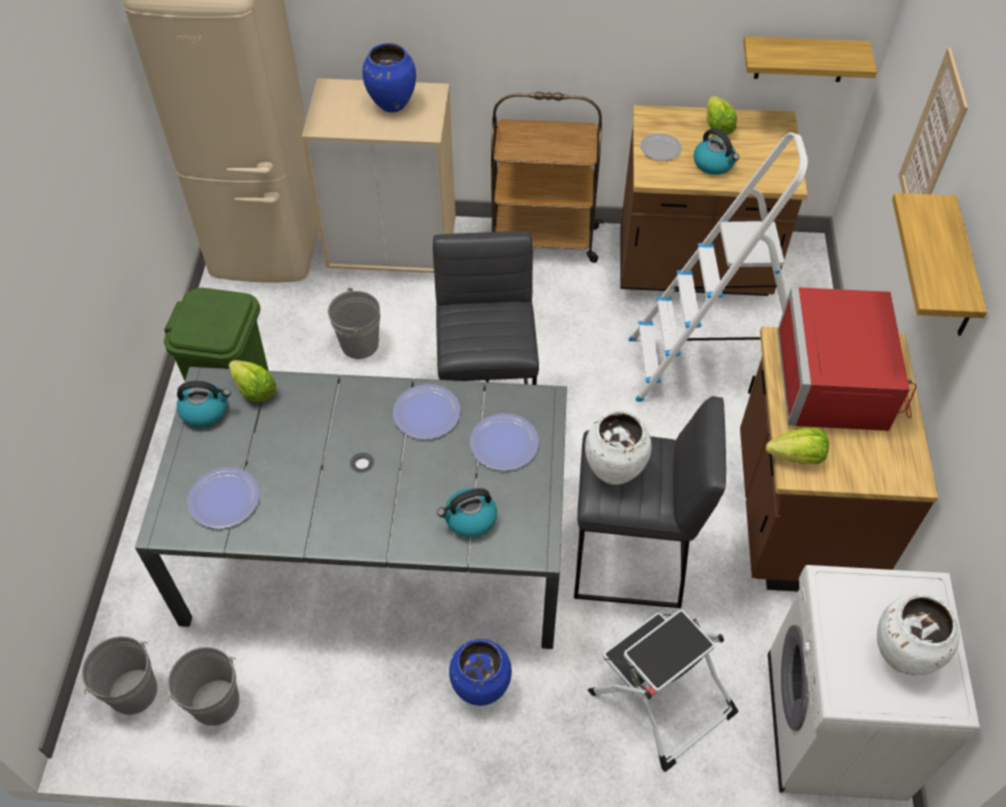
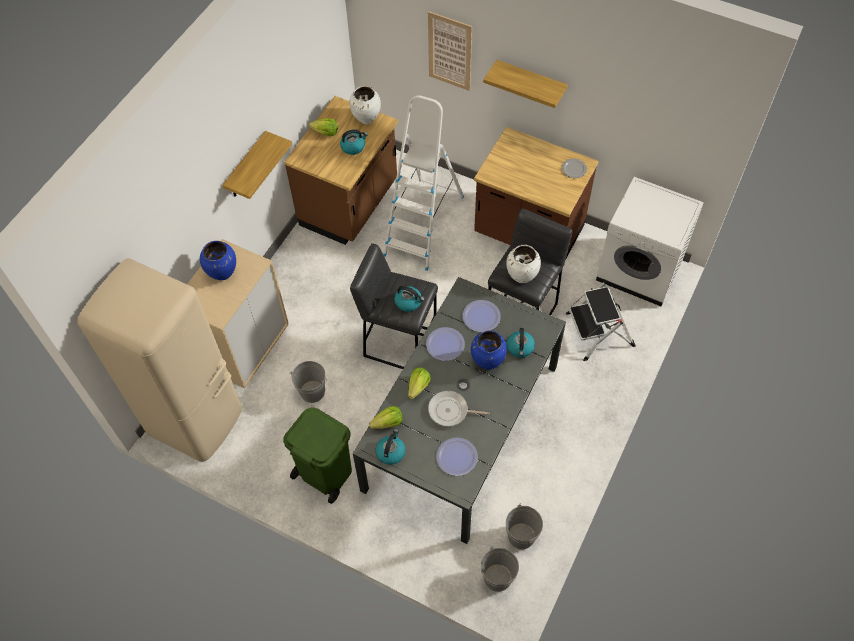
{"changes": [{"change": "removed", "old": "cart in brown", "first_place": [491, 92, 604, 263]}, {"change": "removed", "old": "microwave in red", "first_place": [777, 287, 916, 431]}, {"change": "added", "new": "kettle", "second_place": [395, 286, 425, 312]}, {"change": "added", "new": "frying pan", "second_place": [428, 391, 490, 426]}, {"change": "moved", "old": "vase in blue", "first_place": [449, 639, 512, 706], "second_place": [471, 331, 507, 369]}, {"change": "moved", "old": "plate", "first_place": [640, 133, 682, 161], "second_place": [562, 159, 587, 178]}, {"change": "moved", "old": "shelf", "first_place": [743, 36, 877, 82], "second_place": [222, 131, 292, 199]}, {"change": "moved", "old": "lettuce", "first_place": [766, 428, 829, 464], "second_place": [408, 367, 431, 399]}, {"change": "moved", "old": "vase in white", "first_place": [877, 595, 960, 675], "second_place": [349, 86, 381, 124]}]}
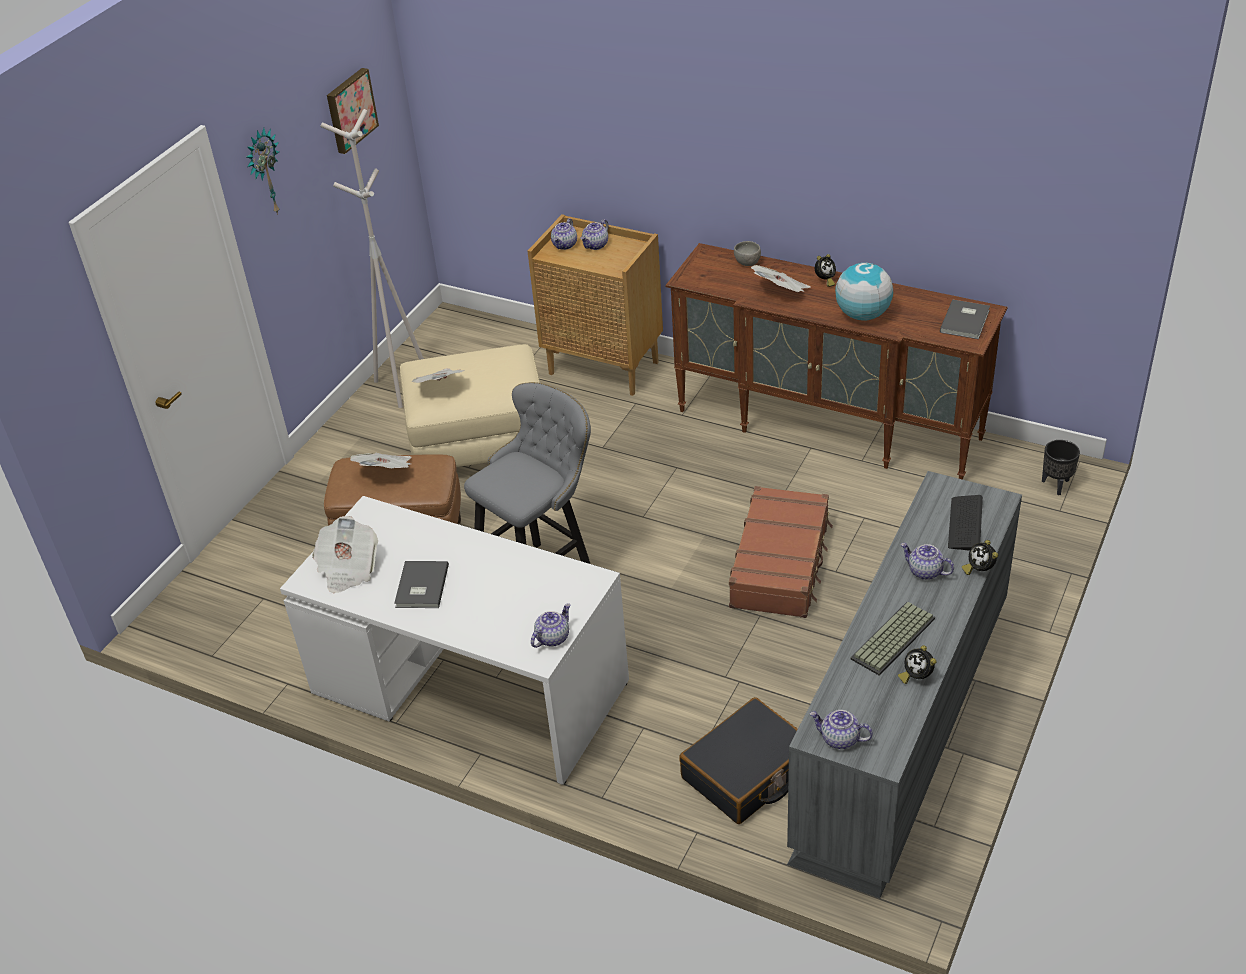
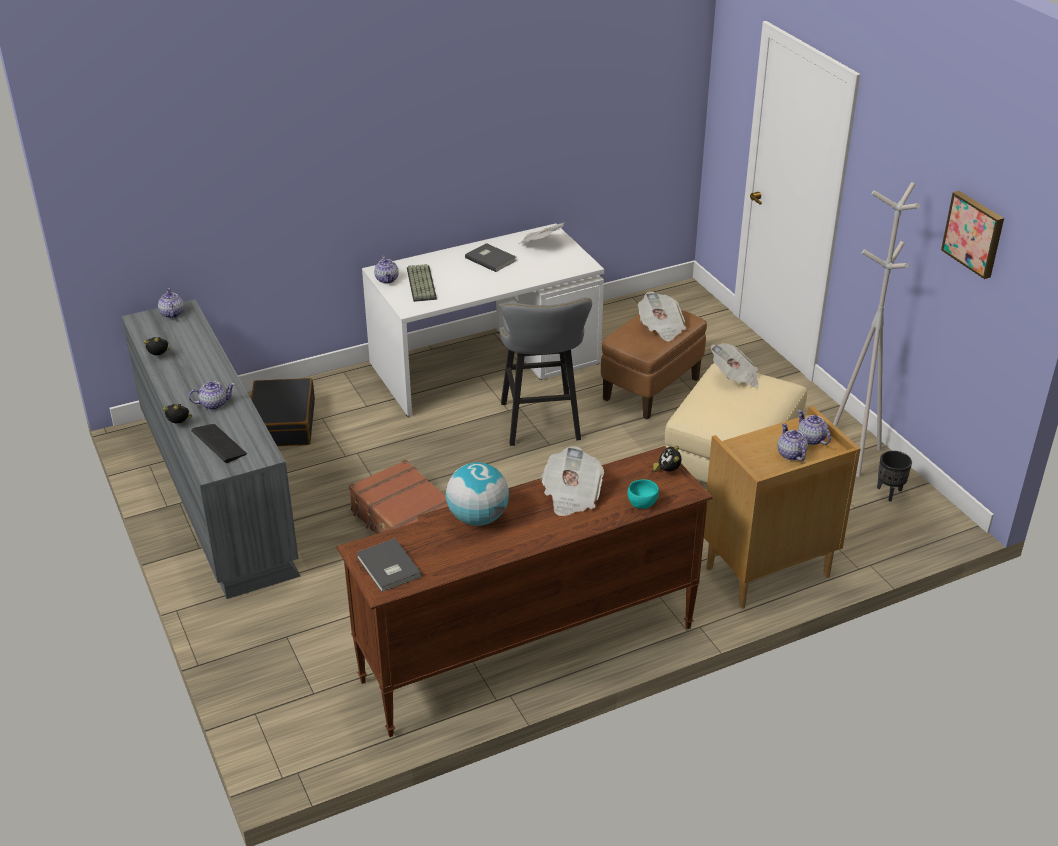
{"changes": [{"change": "removed", "old": "wall clock", "first_place": [246, 128, 279, 215]}, {"change": "moved", "old": "alarm clock", "first_place": [815, 254, 836, 287], "second_place": [653, 446, 682, 472]}, {"change": "moved", "old": "keyboard", "first_place": [850, 602, 935, 676], "second_place": [407, 264, 437, 302]}, {"change": "moved", "old": "planter in black", "first_place": [1042, 440, 1080, 495], "second_place": [877, 451, 912, 502]}, {"change": "recoloured", "old": "bowl in grey", "new": "bowl in turquoise", "first_place": [734, 241, 761, 266], "second_place": [627, 479, 659, 509]}, {"change": "turned", "old": "teapot", "first_place": [810, 710, 873, 749], "second_place": [158, 288, 184, 318], "degrees": -75}]}
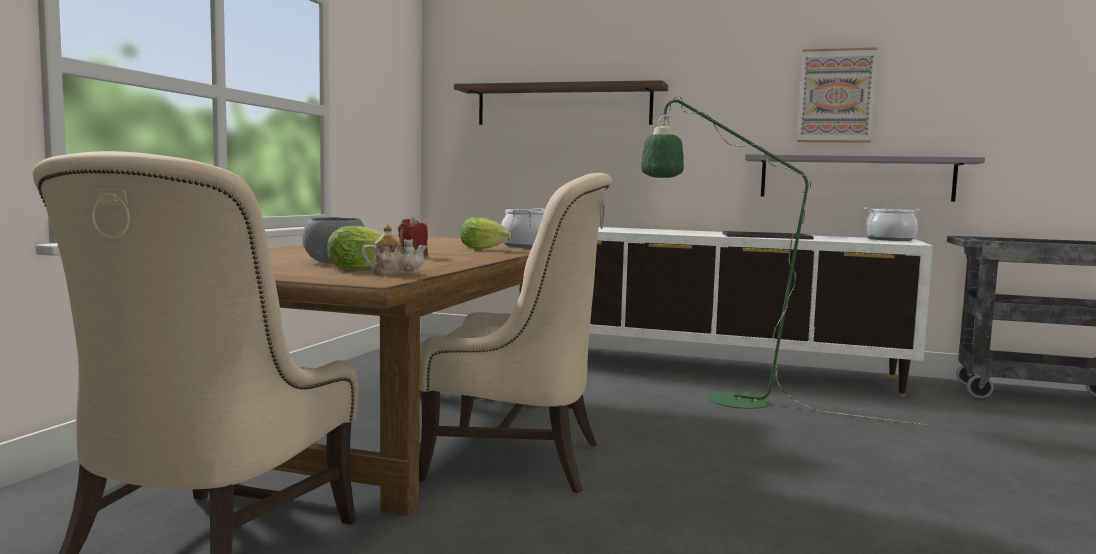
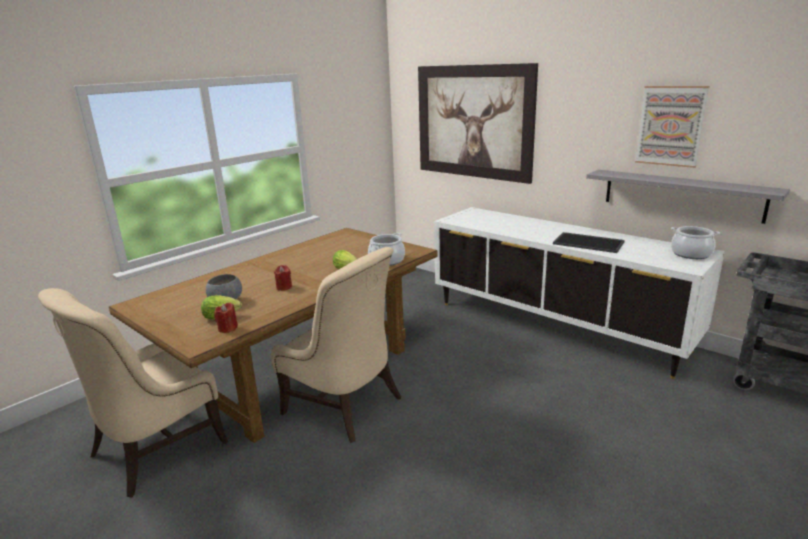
{"changes": [{"change": "removed", "old": "floor lamp in green", "first_place": [641, 96, 928, 426]}, {"change": "replaced", "old": "teapot", "new": "candle in red", "first_place": [362, 224, 427, 275], "second_place": [214, 303, 238, 333]}, {"change": "replaced", "old": "shelf", "new": "picture", "first_place": [454, 80, 668, 125], "second_place": [418, 63, 538, 184]}]}
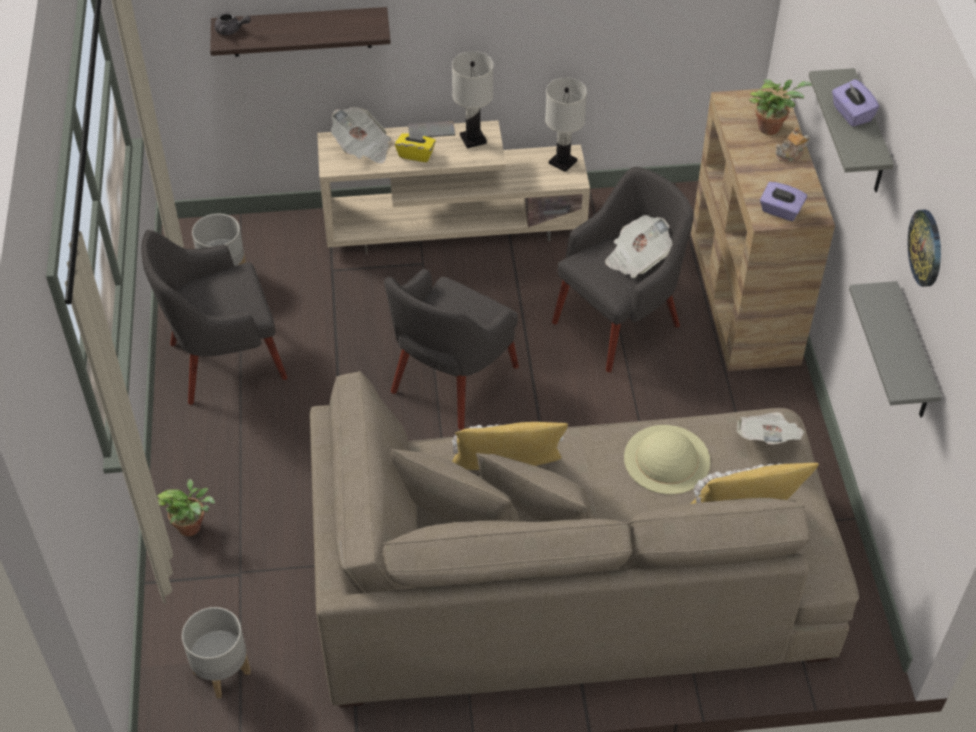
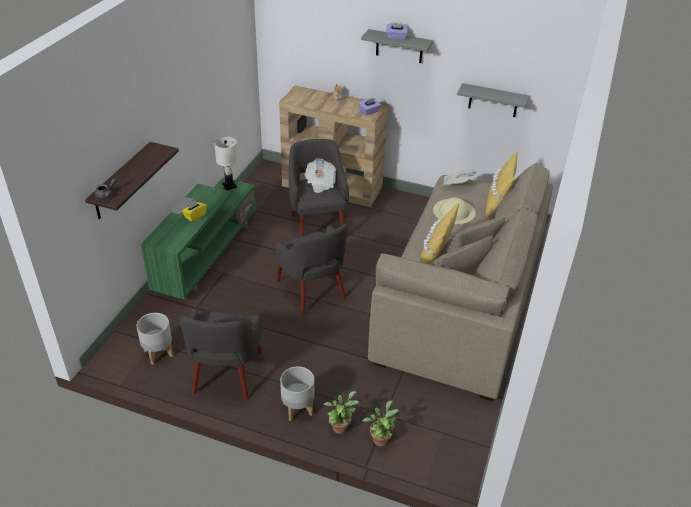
{"changes": [{"change": "removed", "old": "newspaper", "first_place": [331, 107, 391, 164]}, {"change": "removed", "old": "table lamp in white", "first_place": [452, 51, 493, 148]}, {"change": "removed", "old": "wall clock", "first_place": [908, 210, 941, 287]}, {"change": "moved", "old": "planter in grey", "first_place": [182, 607, 251, 698], "second_place": [280, 366, 314, 421]}, {"change": "moved", "old": "potted plant", "first_place": [749, 79, 812, 135], "second_place": [363, 400, 399, 446]}, {"change": "recoloured", "old": "tv stand in beige", "new": "tv stand in green", "first_place": [317, 120, 590, 255], "second_place": [141, 177, 256, 300]}]}
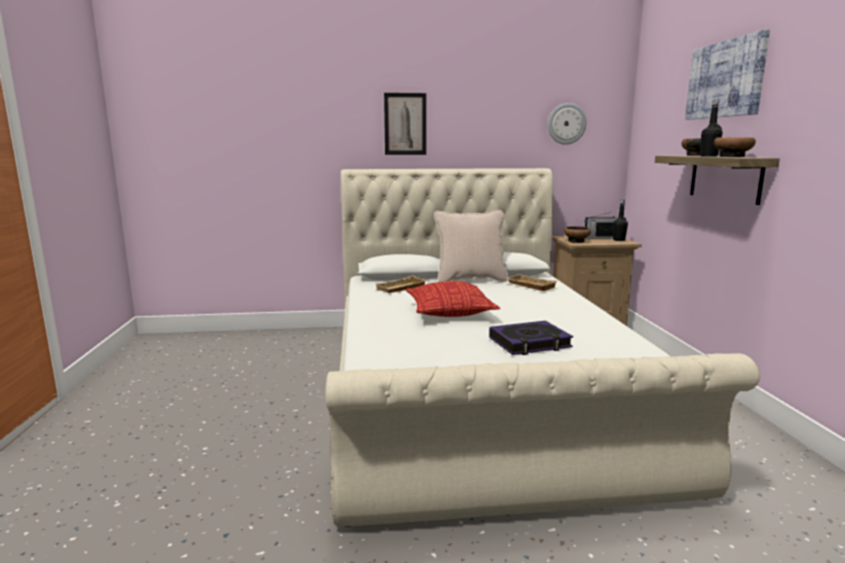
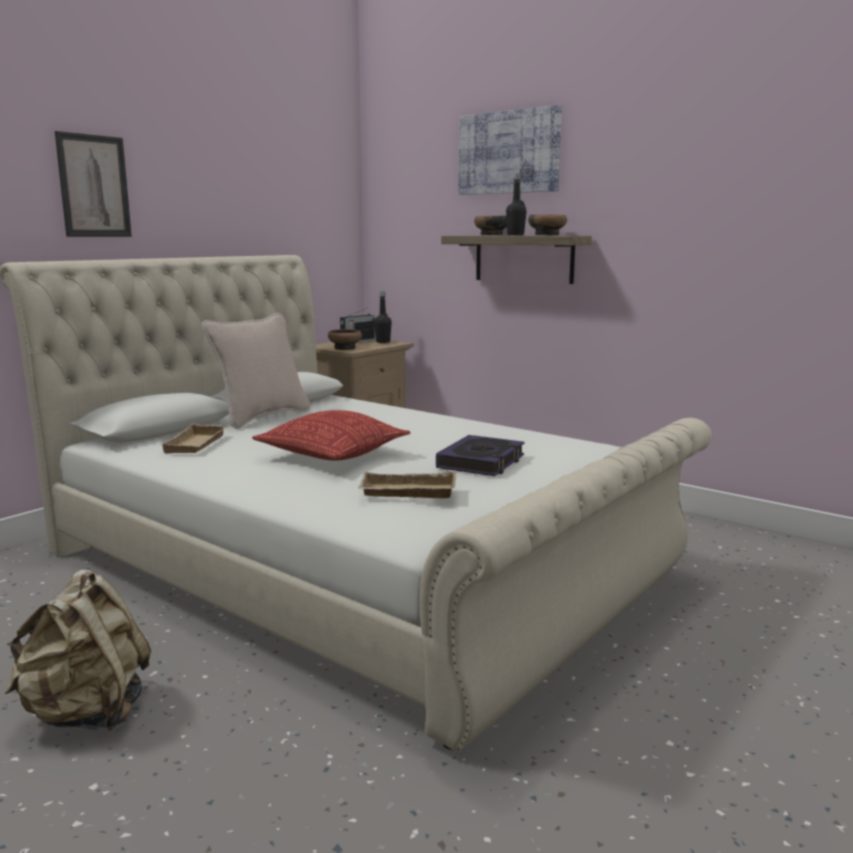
{"changes": [{"change": "removed", "old": "wall clock", "first_place": [548, 103, 586, 145]}, {"change": "added", "new": "backpack in beige", "second_place": [5, 570, 151, 731]}, {"change": "moved", "old": "tray in beige", "first_place": [505, 274, 557, 291], "second_place": [358, 471, 456, 498]}]}
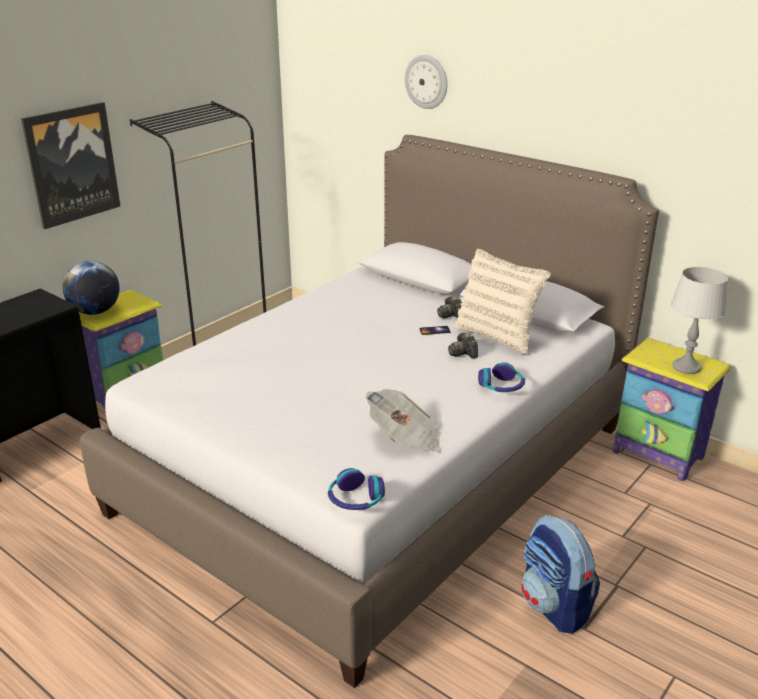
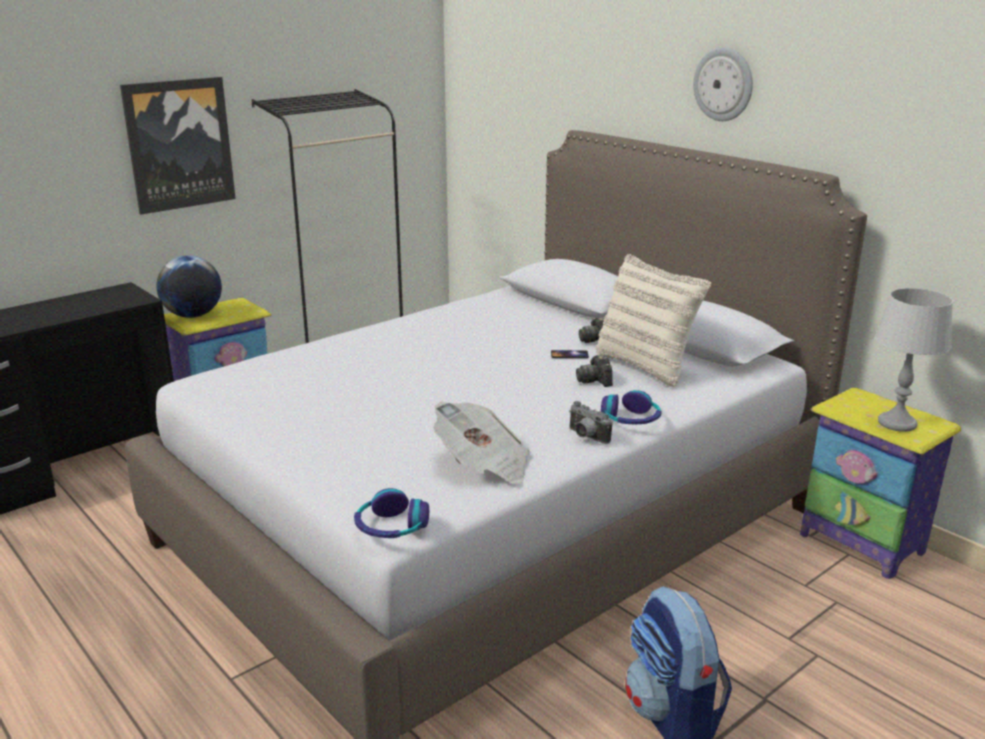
{"changes": [{"change": "added", "new": "photo camera", "second_place": [569, 401, 613, 444]}, {"change": "moved", "old": "wall clock", "first_place": [405, 55, 447, 109], "second_place": [693, 47, 753, 121]}]}
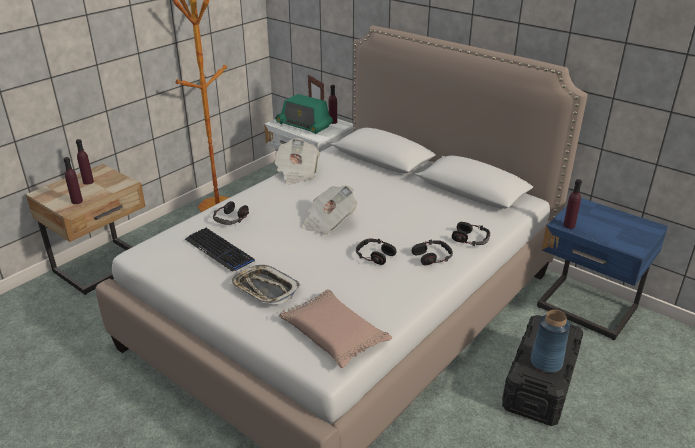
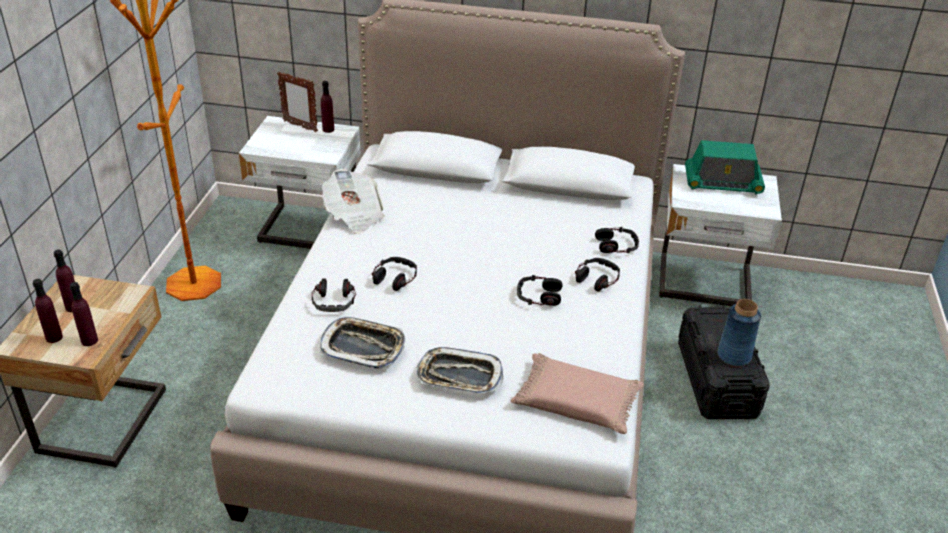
{"changes": [{"change": "removed", "old": "newspaper", "first_place": [301, 186, 357, 234]}, {"change": "added", "new": "headphones", "second_place": [372, 257, 417, 291]}, {"change": "moved", "old": "radio", "first_place": [275, 94, 333, 134], "second_place": [685, 140, 765, 194]}, {"change": "moved", "old": "bottle in purple", "first_place": [563, 179, 582, 229], "second_place": [33, 279, 63, 343]}, {"change": "replaced", "old": "keyboard", "new": "tray", "first_place": [185, 228, 255, 272], "second_place": [320, 317, 406, 369]}, {"change": "recoloured", "old": "nightstand in blue", "new": "nightstand in white", "first_place": [537, 198, 668, 340], "second_place": [659, 164, 782, 306]}]}
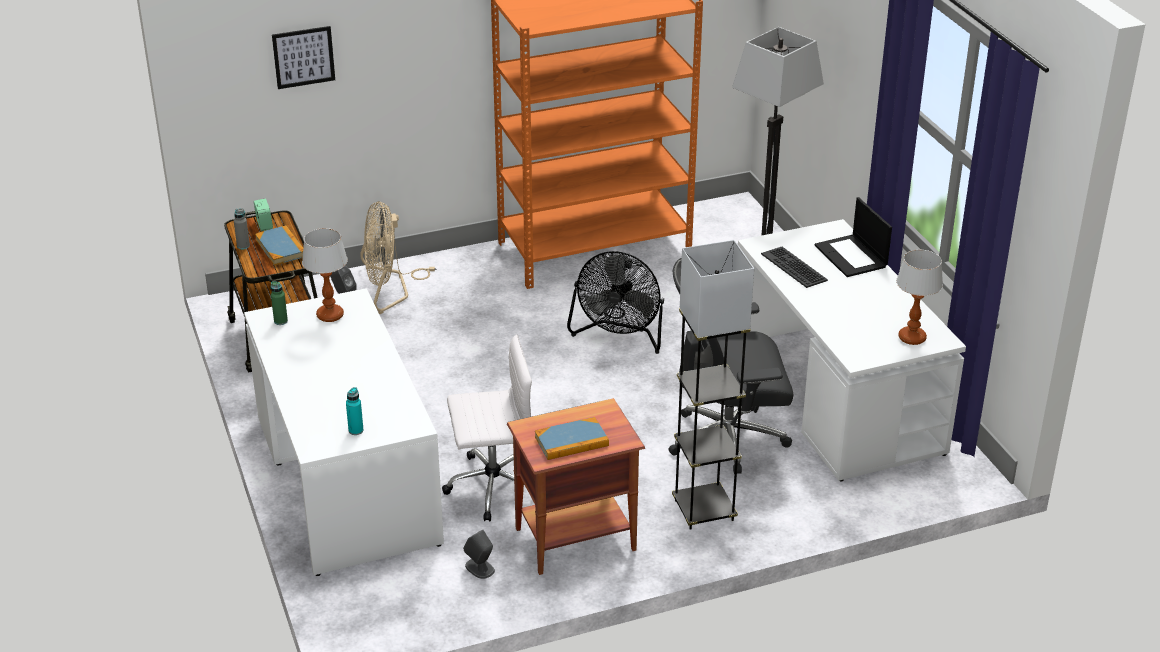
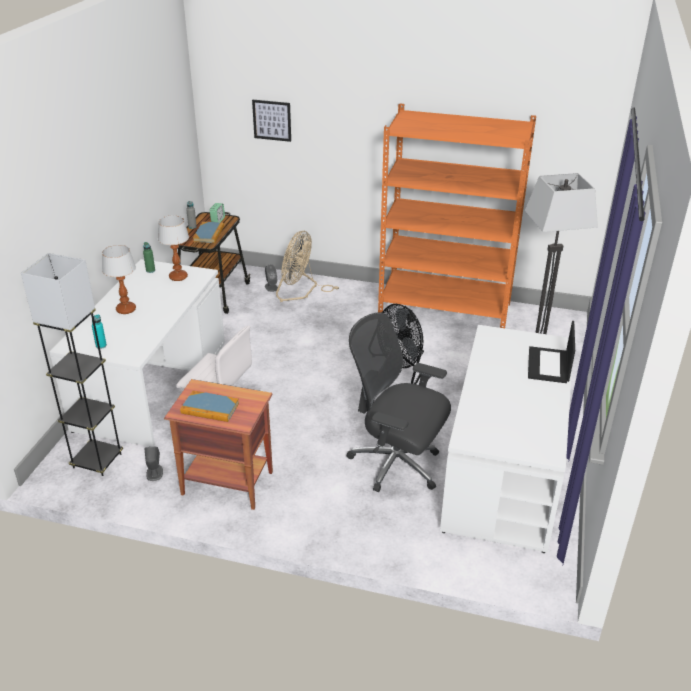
{"changes": [{"change": "removed", "old": "keyboard", "first_place": [761, 247, 828, 288]}, {"change": "moved", "old": "floor lamp in grey", "first_place": [672, 240, 754, 530], "second_place": [21, 253, 123, 476]}, {"change": "moved", "old": "table lamp", "first_place": [896, 250, 943, 345], "second_place": [102, 245, 136, 314]}]}
